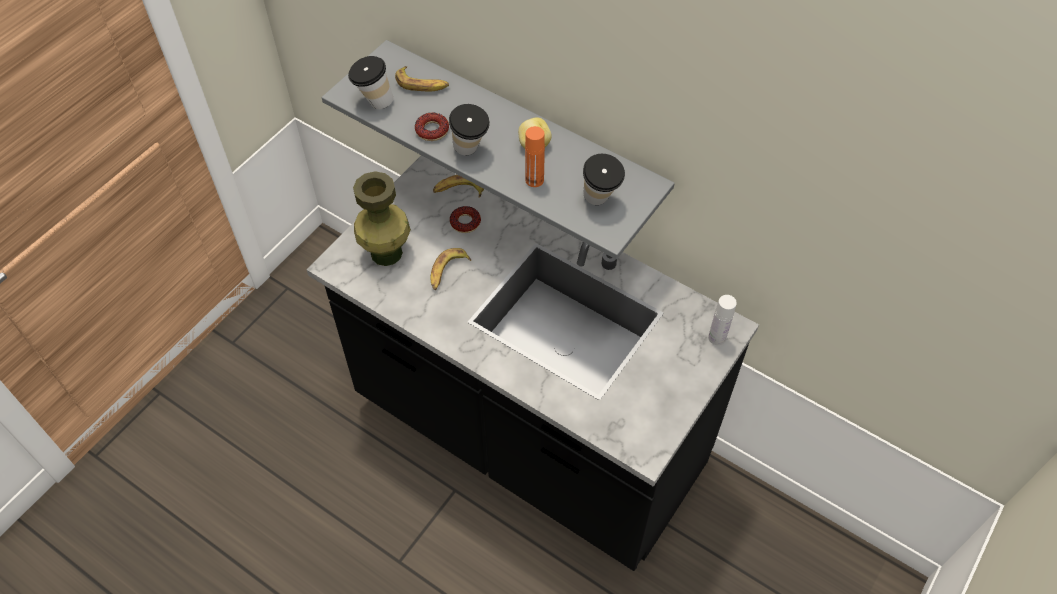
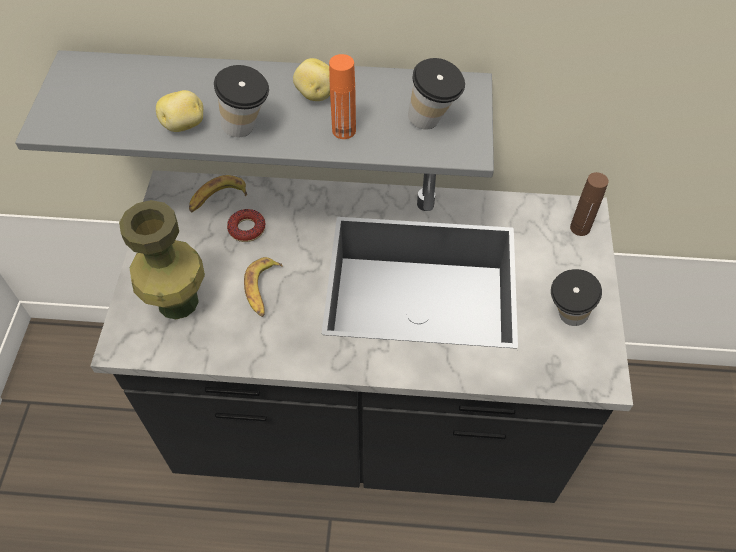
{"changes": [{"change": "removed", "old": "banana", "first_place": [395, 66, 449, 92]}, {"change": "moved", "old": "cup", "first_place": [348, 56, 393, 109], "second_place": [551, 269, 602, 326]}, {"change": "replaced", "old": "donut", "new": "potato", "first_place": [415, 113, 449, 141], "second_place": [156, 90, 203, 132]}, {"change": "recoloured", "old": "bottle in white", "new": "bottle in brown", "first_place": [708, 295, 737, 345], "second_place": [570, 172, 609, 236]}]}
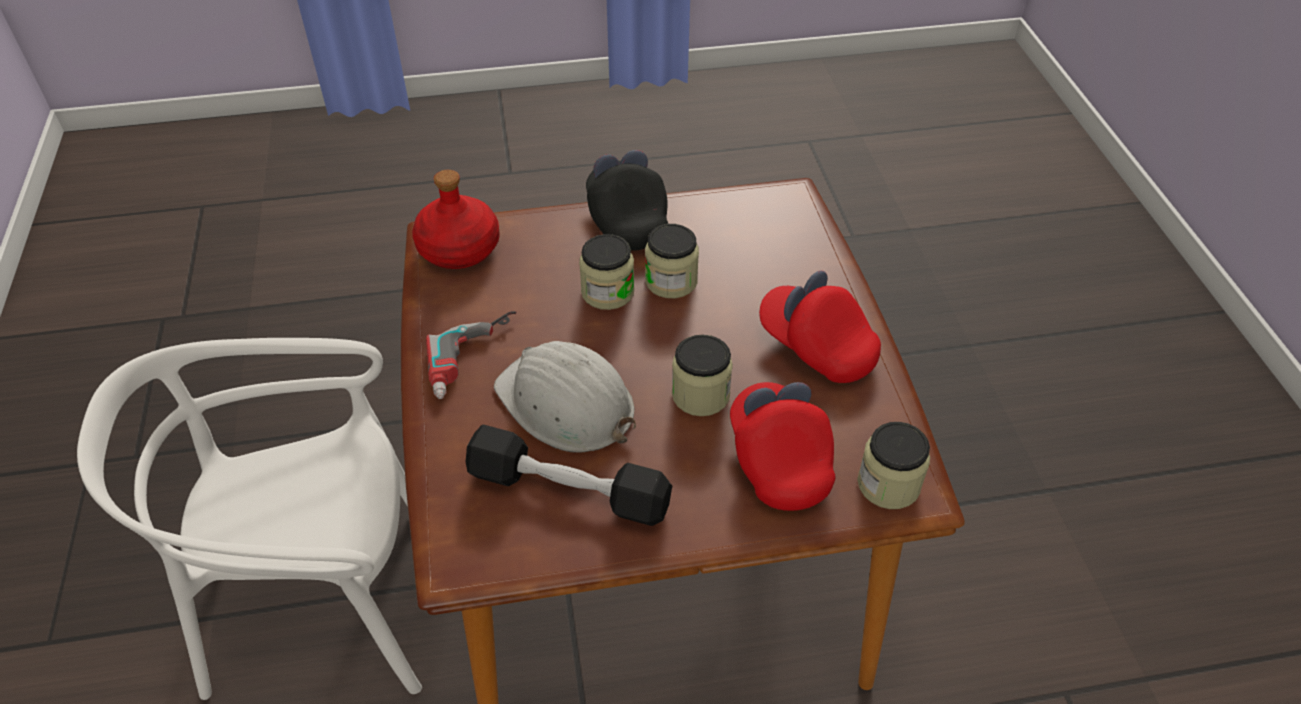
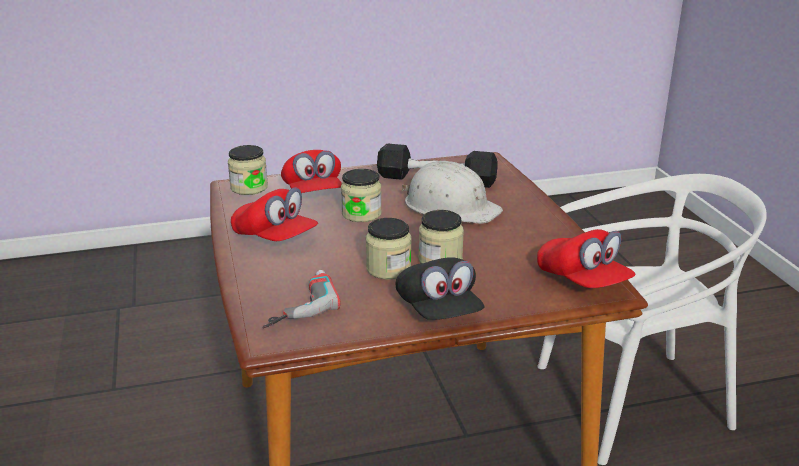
{"changes": [{"change": "moved", "old": "power drill", "first_place": [426, 311, 517, 399], "second_place": [262, 270, 341, 328]}, {"change": "replaced", "old": "bottle in red", "new": "cap in red", "first_place": [412, 170, 500, 269], "second_place": [537, 229, 636, 288]}]}
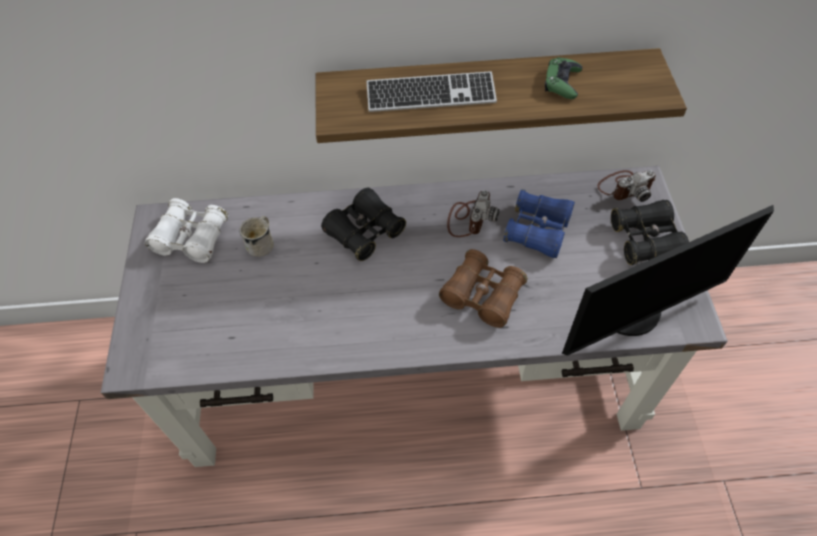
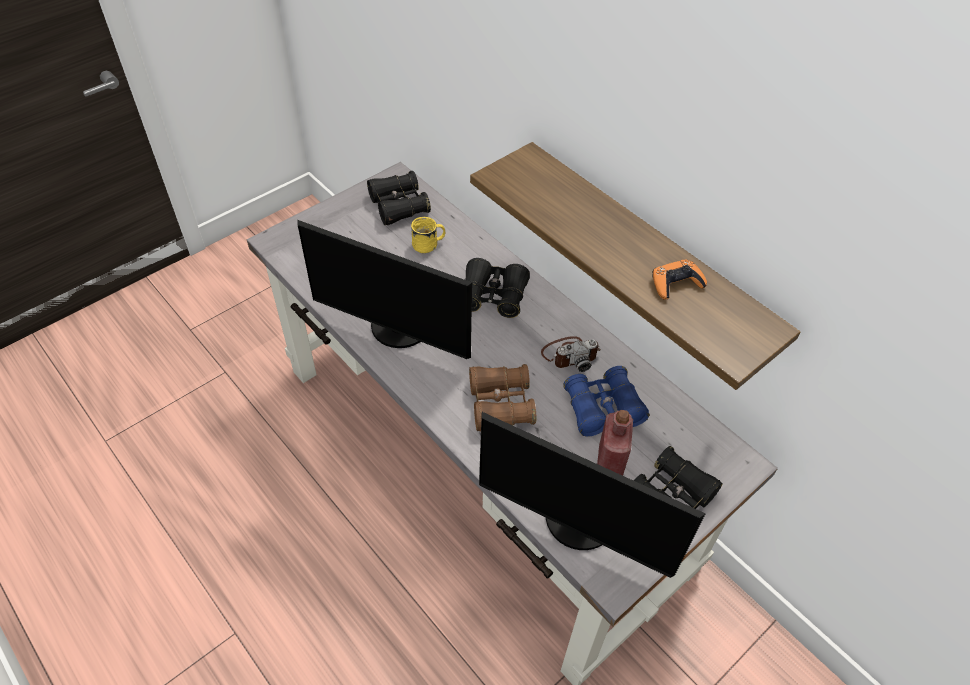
{"changes": [{"change": "removed", "old": "keyboard", "first_place": [366, 71, 497, 112]}, {"change": "removed", "old": "photo camera", "first_place": [597, 170, 656, 202]}, {"change": "added", "new": "monitor", "second_place": [298, 220, 472, 359]}, {"change": "added", "new": "bottle in red", "second_place": [597, 410, 633, 476]}, {"change": "recoloured", "old": "binoculars in white", "new": "binoculars in black", "first_place": [145, 198, 228, 263], "second_place": [367, 171, 431, 225]}, {"change": "recoloured", "old": "mug in white", "new": "mug in yellow", "first_place": [239, 216, 274, 257], "second_place": [411, 217, 446, 253]}, {"change": "recoloured", "old": "game controller in green", "new": "game controller in orange", "first_place": [545, 57, 582, 99], "second_place": [653, 260, 707, 300]}]}
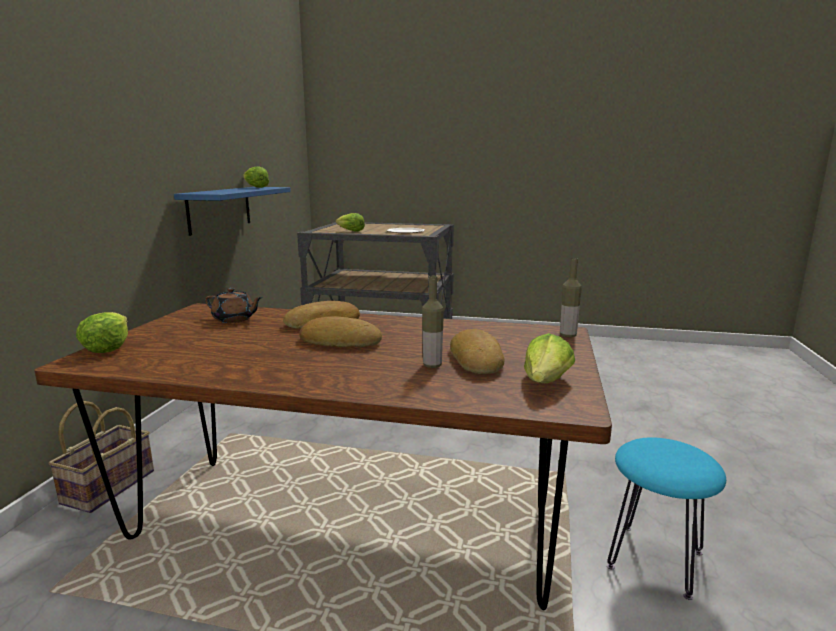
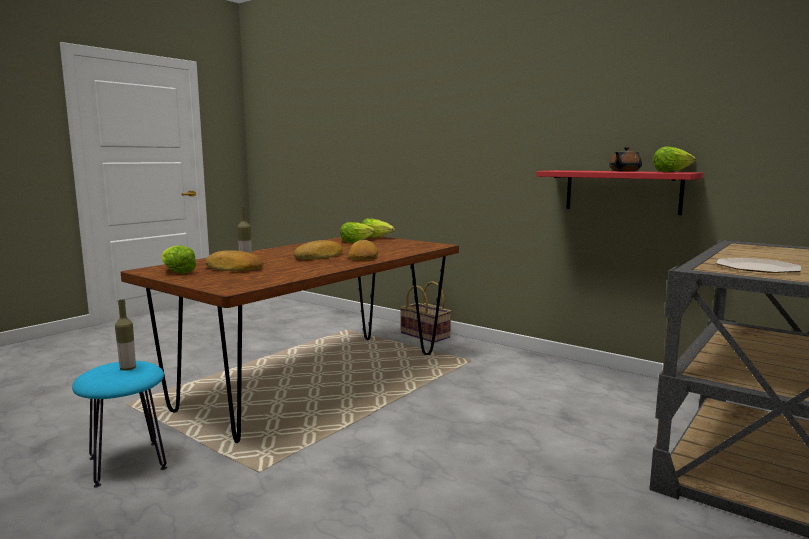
{"changes": [{"change": "moved", "old": "teapot in brown", "first_place": [205, 288, 263, 323], "second_place": [609, 147, 642, 172]}, {"change": "moved", "old": "lettuce", "first_place": [336, 213, 365, 232], "second_place": [340, 222, 375, 243]}, {"change": "moved", "old": "bottle", "first_place": [560, 258, 582, 337], "second_place": [115, 299, 136, 371]}, {"change": "recoloured", "old": "shelf in blue", "new": "shelf in red", "first_place": [174, 187, 291, 236], "second_place": [536, 170, 703, 215]}]}
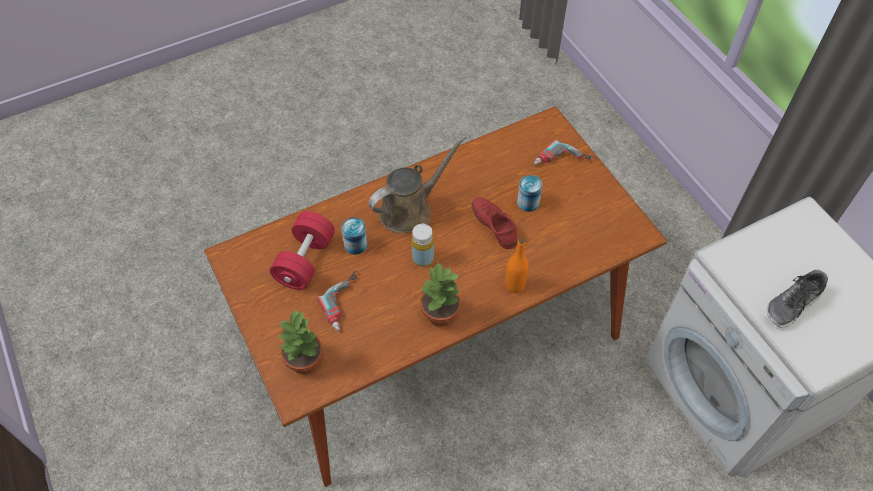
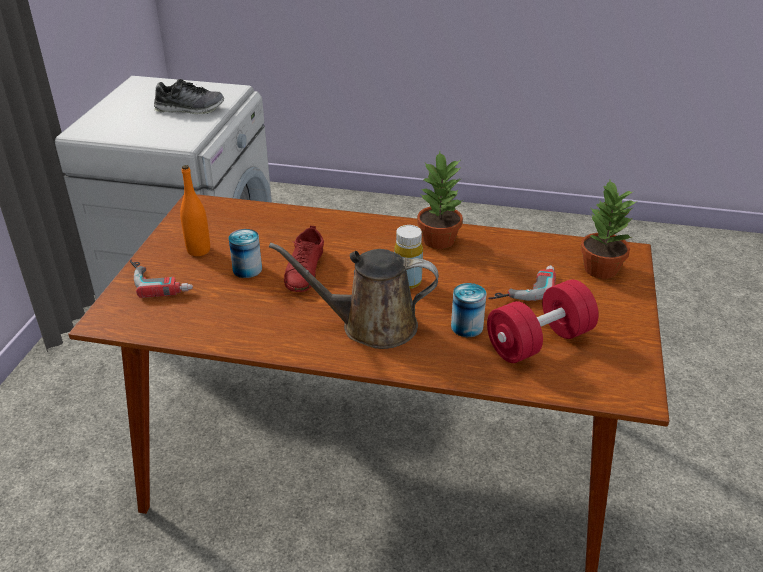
{"changes": [{"change": "moved", "old": "bottle in orange", "first_place": [505, 238, 529, 293], "second_place": [180, 165, 210, 256]}]}
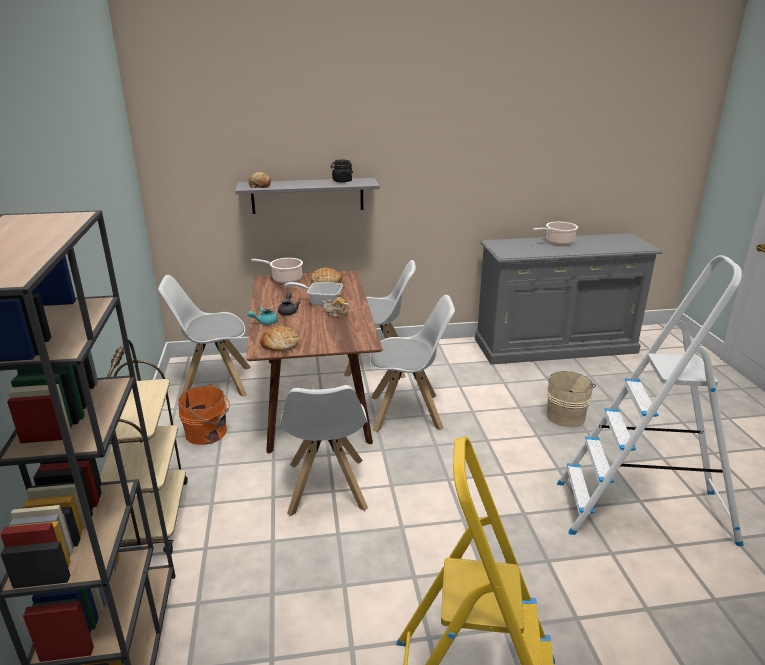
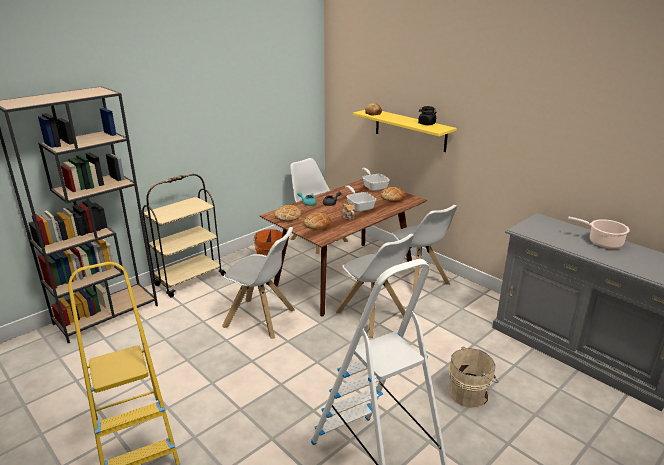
{"changes": [{"change": "added", "new": "bread", "second_place": [304, 213, 331, 230]}, {"change": "replaced", "old": "cooking pot", "new": "frying pan", "first_place": [251, 258, 303, 284], "second_place": [362, 168, 390, 191]}, {"change": "recoloured", "old": "shelf in grey", "new": "shelf in yellow", "first_place": [235, 178, 380, 214], "second_place": [353, 110, 457, 152]}, {"change": "turned", "old": "chair", "first_place": [279, 385, 368, 516], "second_place": [222, 227, 295, 339], "degrees": -120}]}
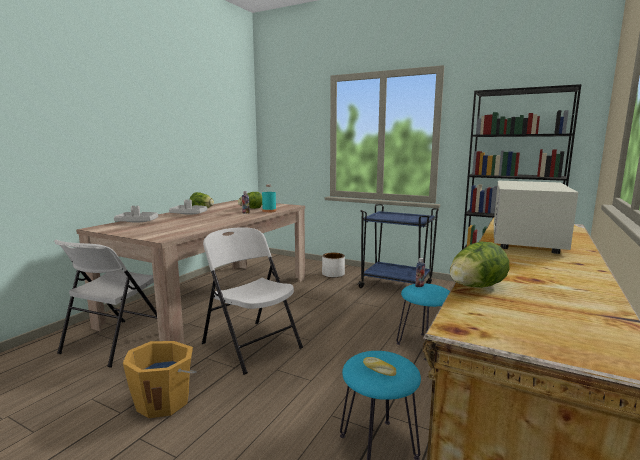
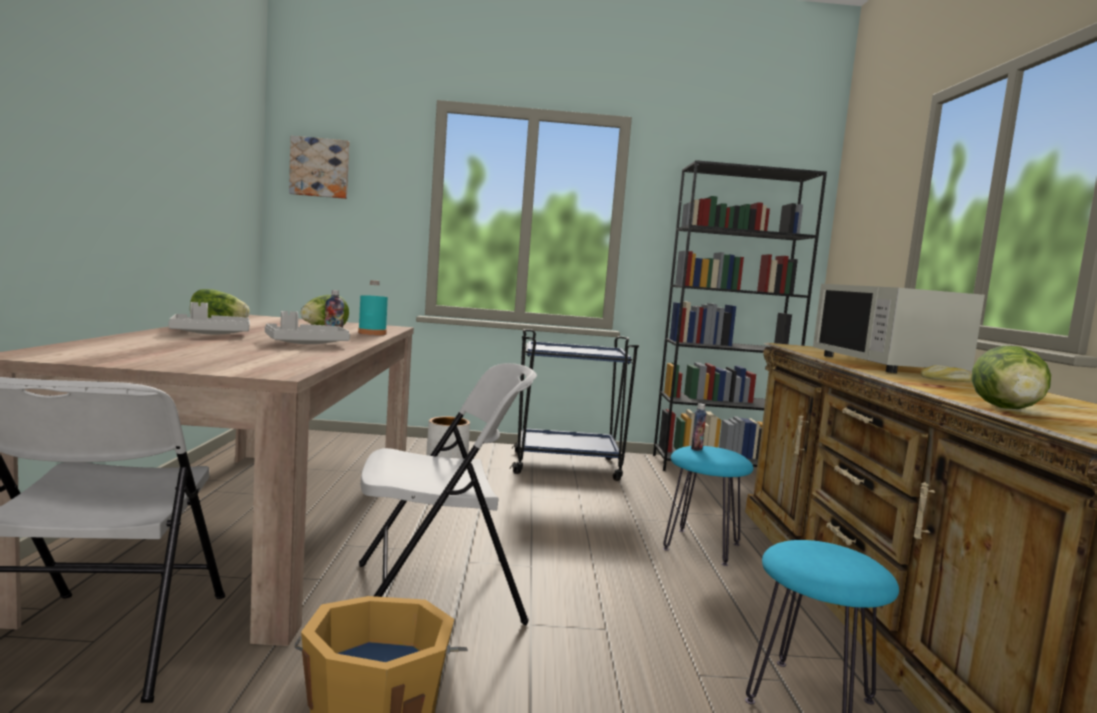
{"changes": [{"change": "added", "new": "picture", "second_place": [289, 136, 349, 199]}, {"change": "moved", "old": "tray in grey", "first_place": [114, 206, 158, 223], "second_place": [265, 311, 350, 344]}, {"change": "moved", "old": "bread", "first_place": [363, 357, 396, 376], "second_place": [921, 365, 972, 382]}, {"change": "turned", "old": "chair in white", "first_place": [202, 227, 303, 375], "second_place": [359, 363, 537, 625], "degrees": 150}]}
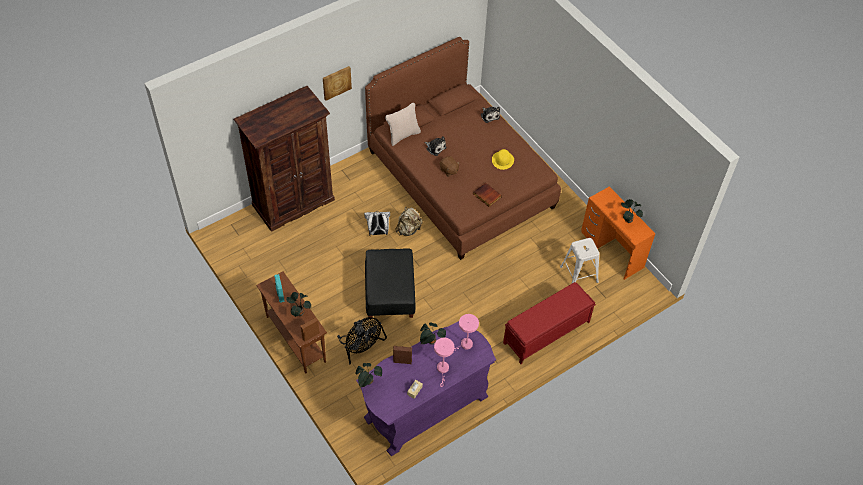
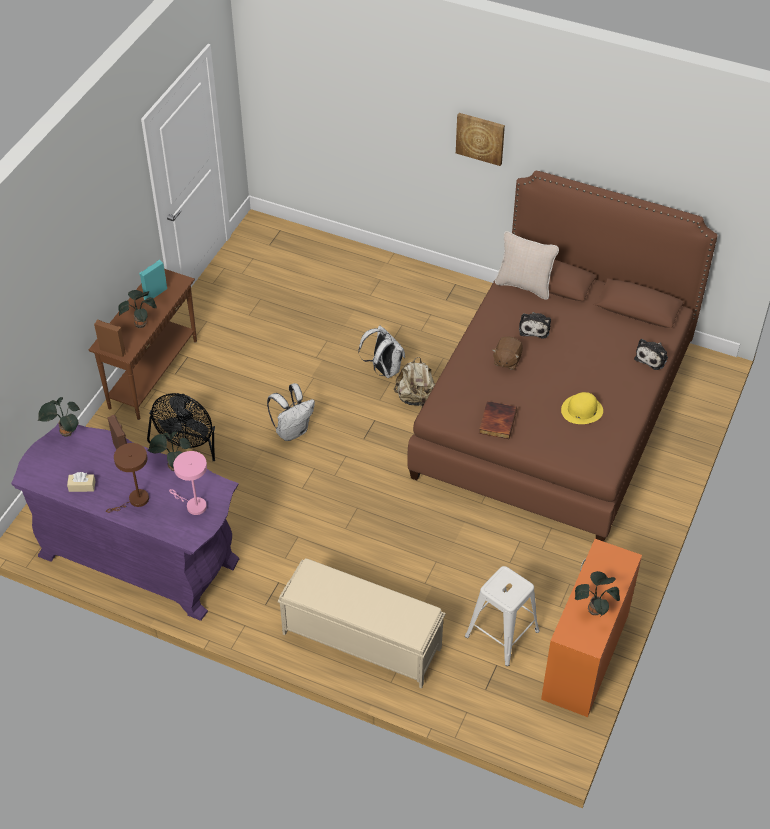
{"changes": [{"change": "removed", "old": "wardrobe in brown", "first_place": [233, 86, 335, 232]}, {"change": "replaced", "old": "ottoman in black", "new": "backpack in white", "first_place": [365, 248, 416, 319], "second_place": [267, 383, 315, 441]}, {"change": "recoloured", "old": "table lamp in pink", "new": "table lamp in brown", "first_place": [434, 338, 455, 387], "second_place": [106, 443, 149, 513]}, {"change": "recoloured", "old": "bench in red", "new": "bench in beige", "first_place": [503, 282, 596, 364], "second_place": [278, 558, 445, 689]}]}
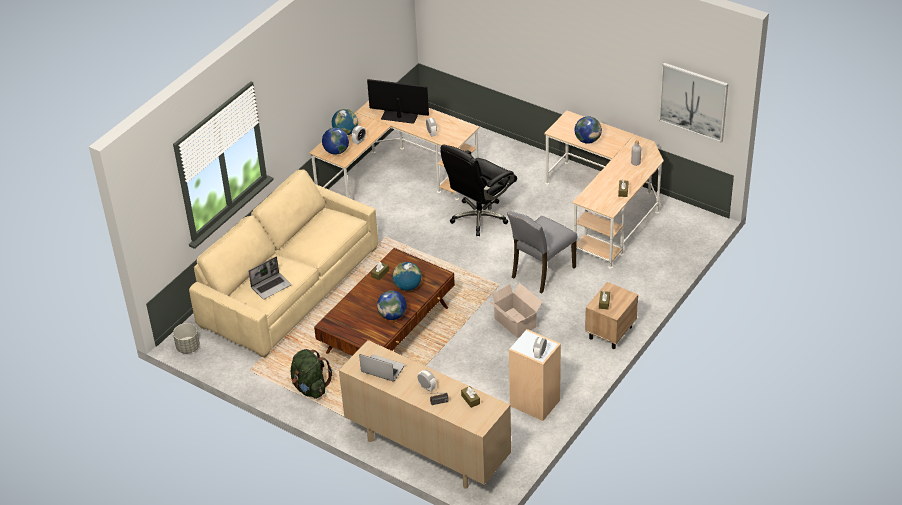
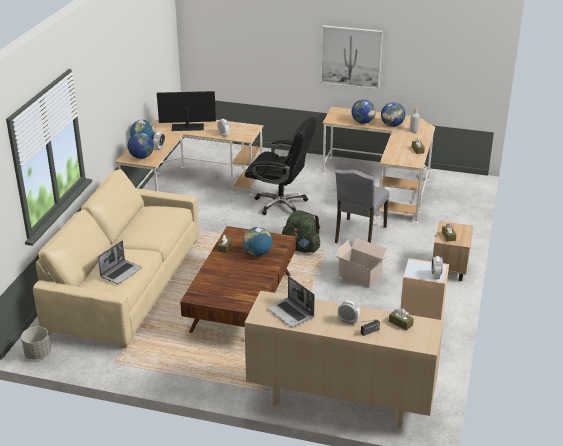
{"changes": [{"change": "moved", "old": "backpack in green", "first_place": [291, 349, 332, 399], "second_place": [282, 210, 320, 253]}, {"change": "moved", "old": "globe", "first_place": [377, 291, 407, 320], "second_place": [381, 102, 405, 127]}, {"change": "moved", "old": "picture", "first_place": [659, 63, 728, 143], "second_place": [320, 25, 383, 90]}, {"change": "turned", "old": "laptop", "first_place": [359, 354, 405, 382], "second_place": [267, 276, 314, 327], "degrees": -135}, {"change": "turned", "old": "office chair in black", "first_place": [440, 145, 517, 236], "second_place": [245, 117, 316, 215], "degrees": -90}]}
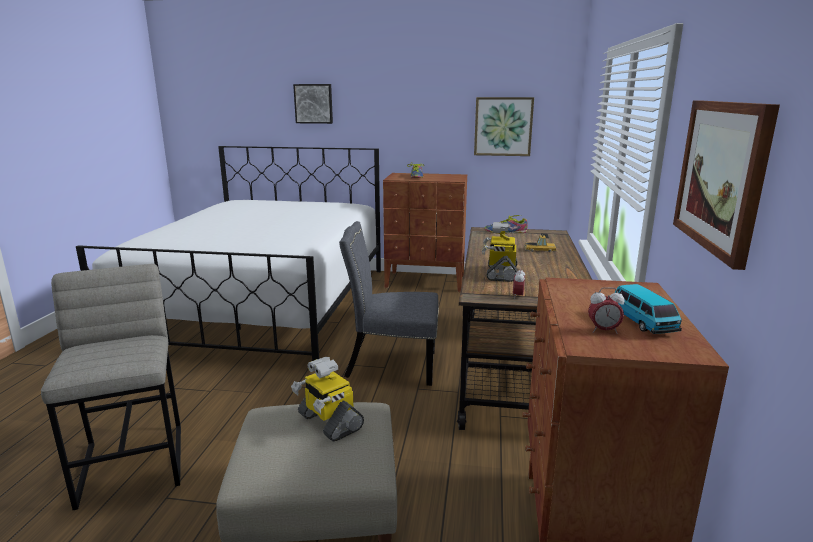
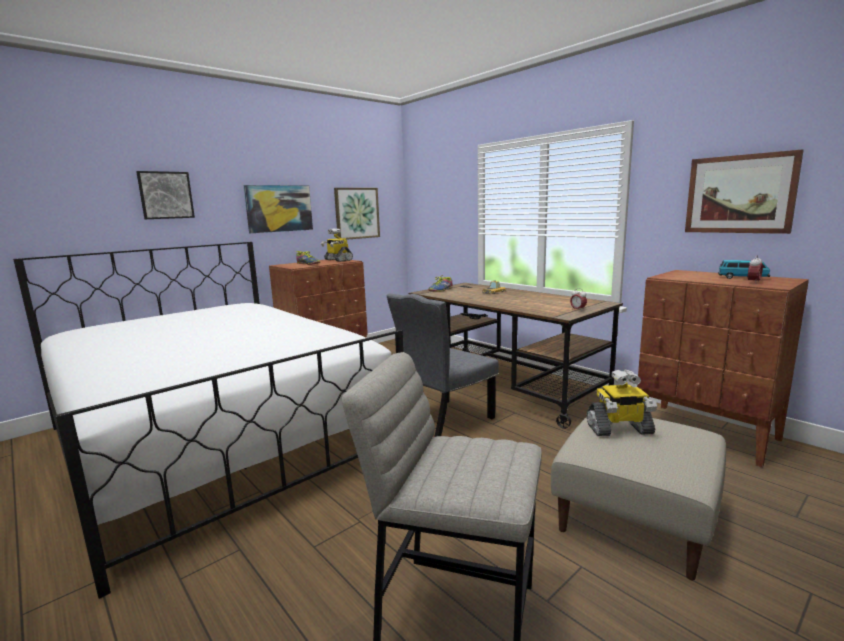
{"changes": [{"change": "added", "new": "picture", "second_place": [244, 185, 313, 233]}, {"change": "moved", "old": "toy robot", "first_place": [482, 222, 518, 282], "second_place": [321, 228, 353, 262]}]}
